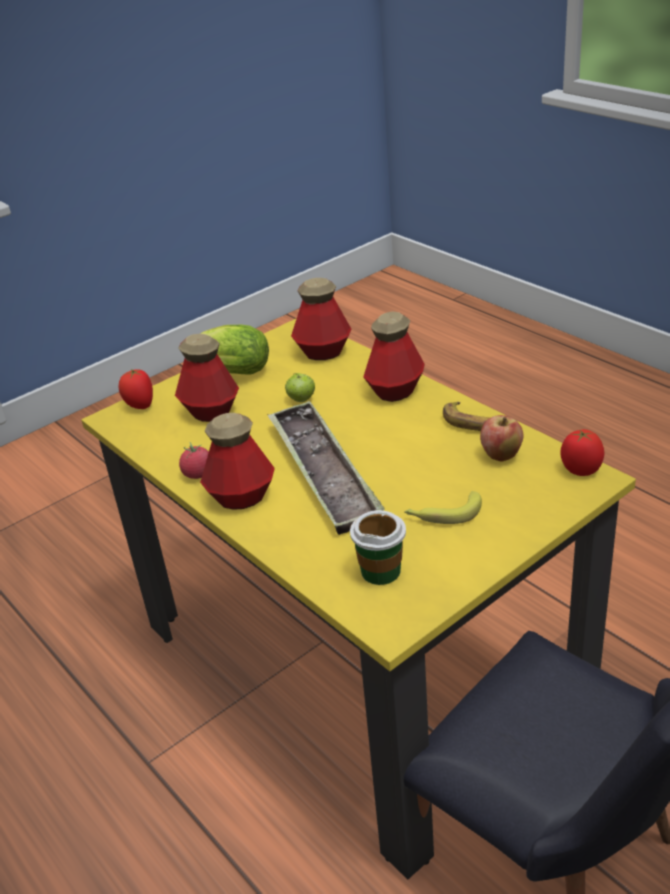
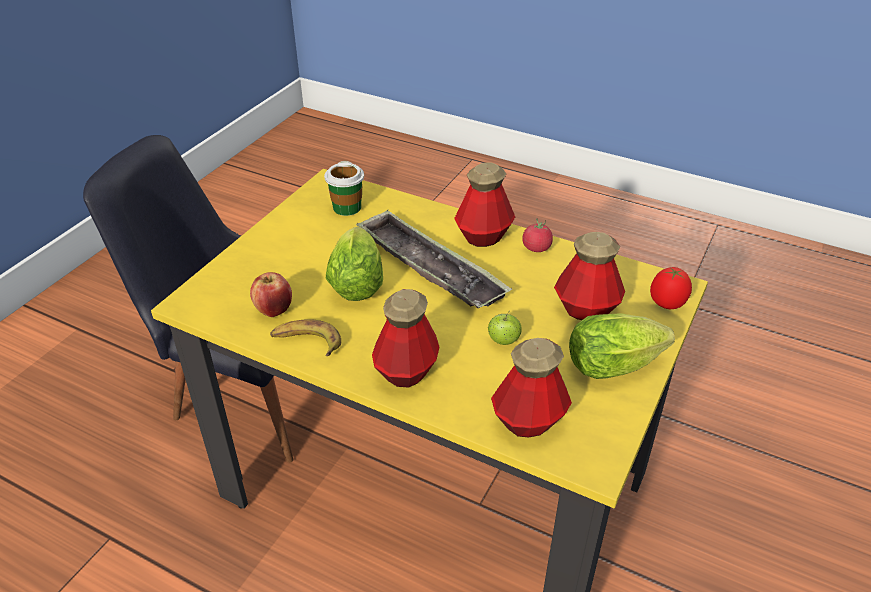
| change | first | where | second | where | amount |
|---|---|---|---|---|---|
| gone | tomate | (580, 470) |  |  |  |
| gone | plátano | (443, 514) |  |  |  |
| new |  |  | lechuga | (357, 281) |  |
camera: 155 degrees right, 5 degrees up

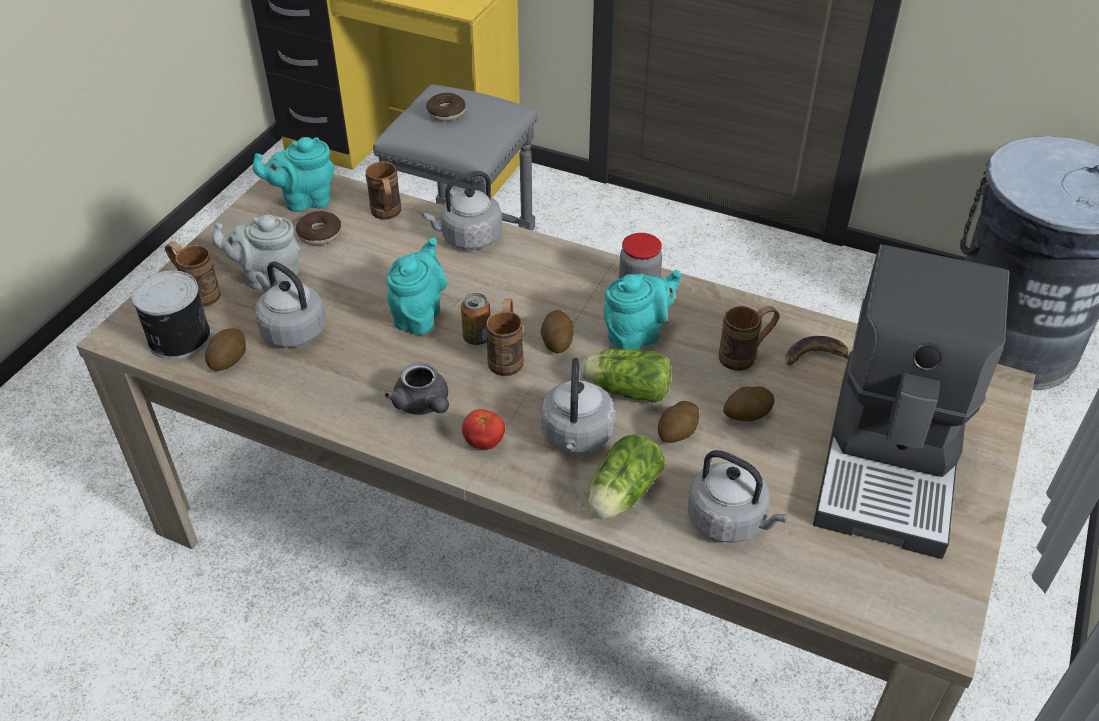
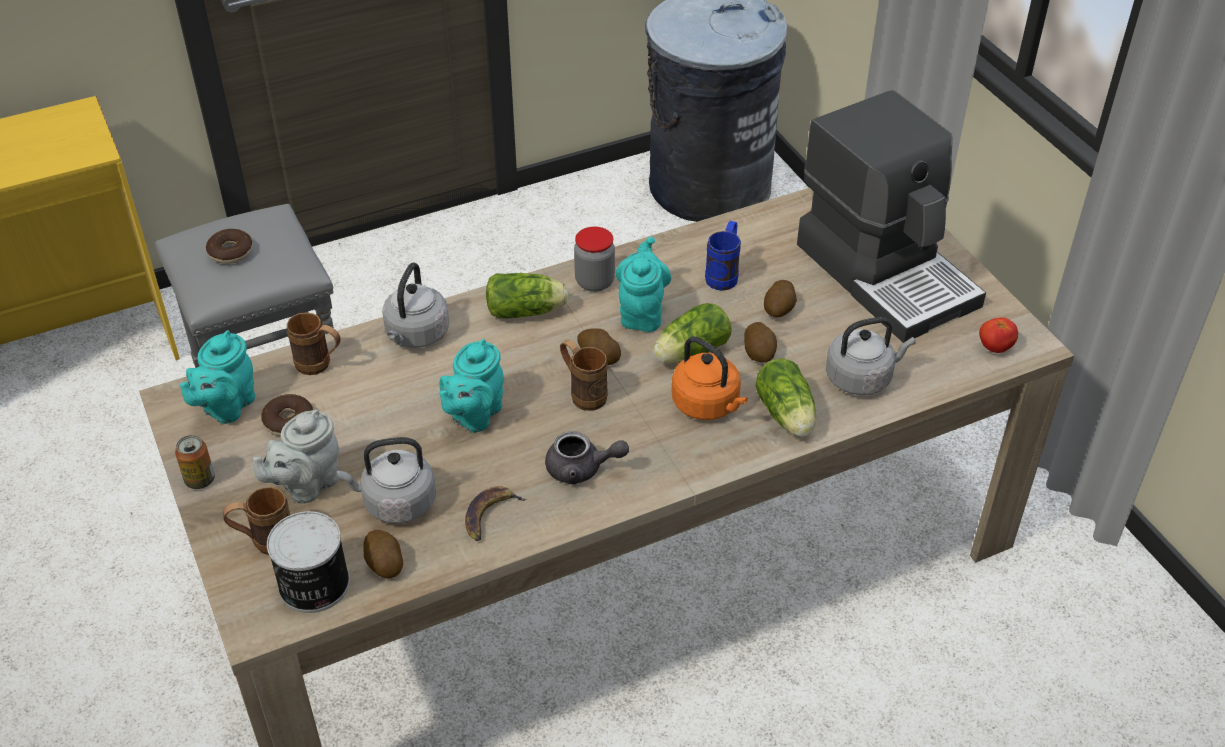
| change | first | where | second | where | amount |
|---|---|---|---|---|---|
| rotated | tetera/turquesa | (419, 314) |  | (474, 415) | 120 degrees counterclockwise |
| shifted | lata | (477, 337) |  | (200, 480) |  |
| repainted | taza grande/marrón | (745, 356) | taza grande/azul | (724, 274) |  |
| shifted | plátano | (816, 357) |  | (490, 516) |  |
| repainted | hervidor/gris | (576, 437) | hervidor/naranja | (708, 405) |  |
| shifted | tomate | (484, 442) |  | (995, 347) |  |
| new |  |  | lechuga | (528, 311) |  |
camera: 50 degrees left, 0 degrees up

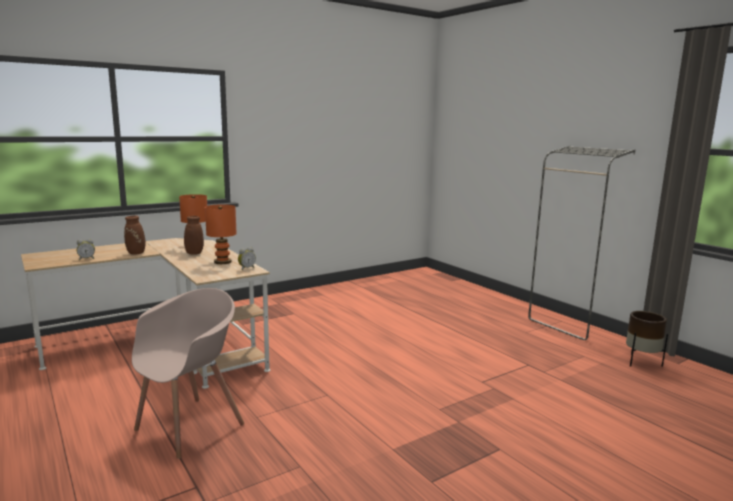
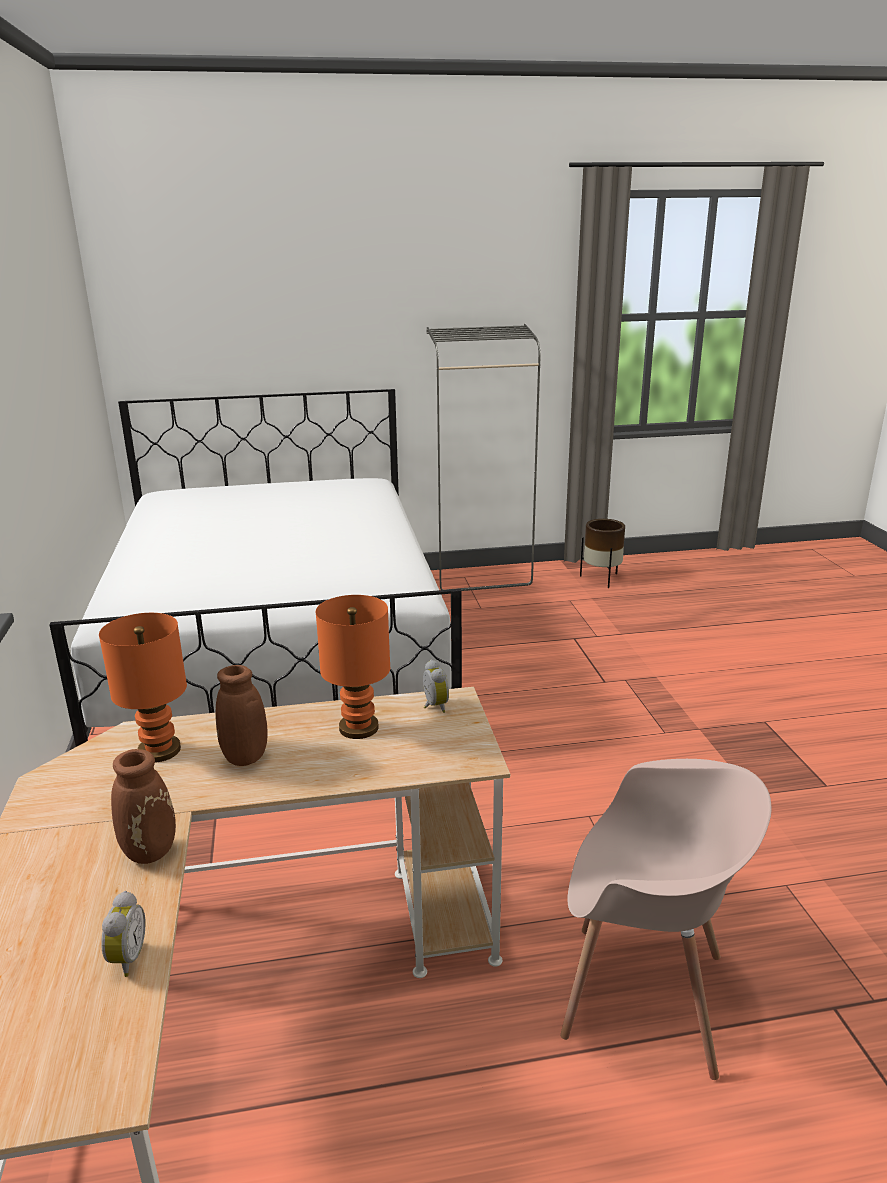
| change | first | where | second | where | amount |
|---|---|---|---|---|---|
| rotated | silla/beis | (191, 426) |  | (646, 998) | 135 degrees clockwise |
| new |  |  | cama/blanco | (279, 658) |  |
camera: 65 degrees left, 10 degrees up

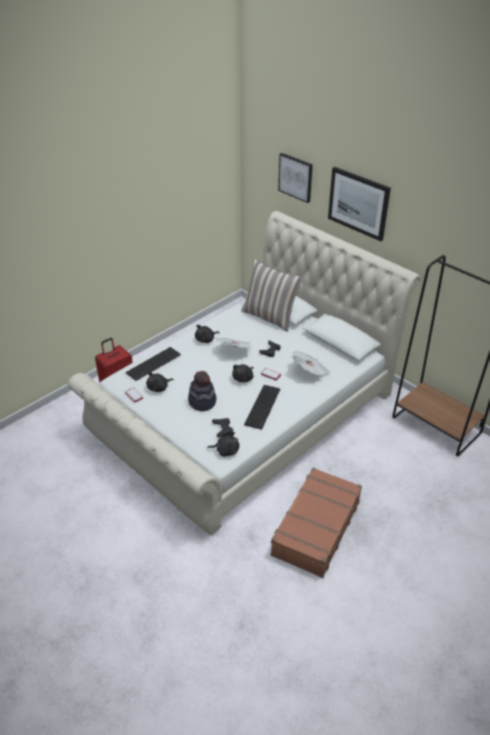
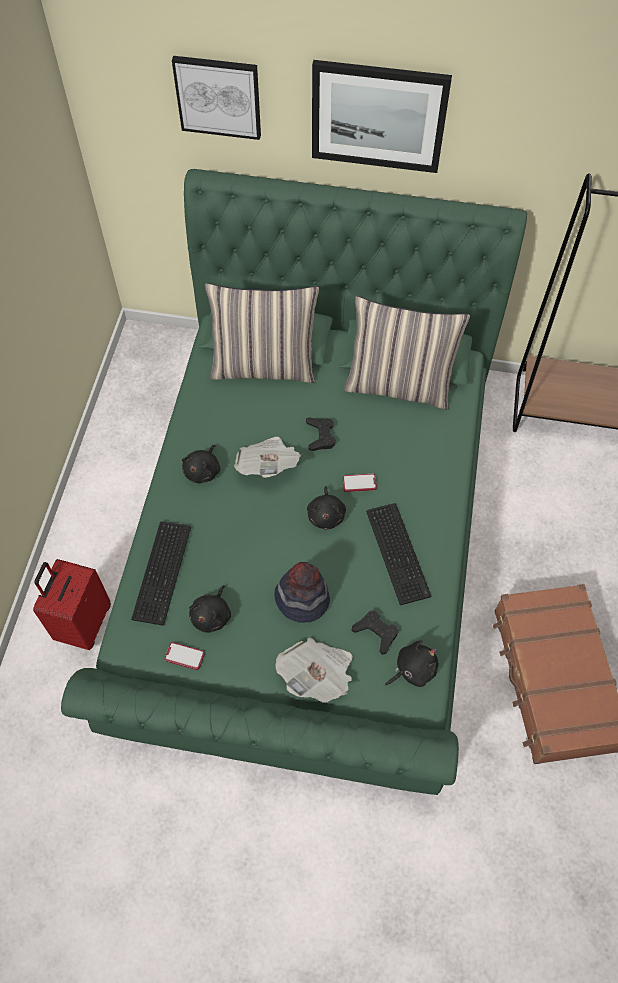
| change | first | where | second | where | amount |
|---|---|---|---|---|---|
| repainted | cama/beis | (244, 411) | cama/verde | (308, 541) |  |
| shifted | periódico | (310, 371) |  | (317, 675) |  |
| new |  |  | cojín | (399, 385) |  |
camera: 35 degrees left, 20 degrees up

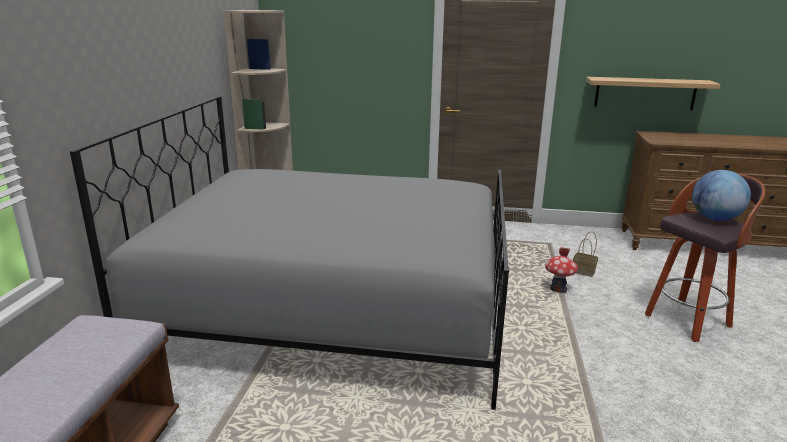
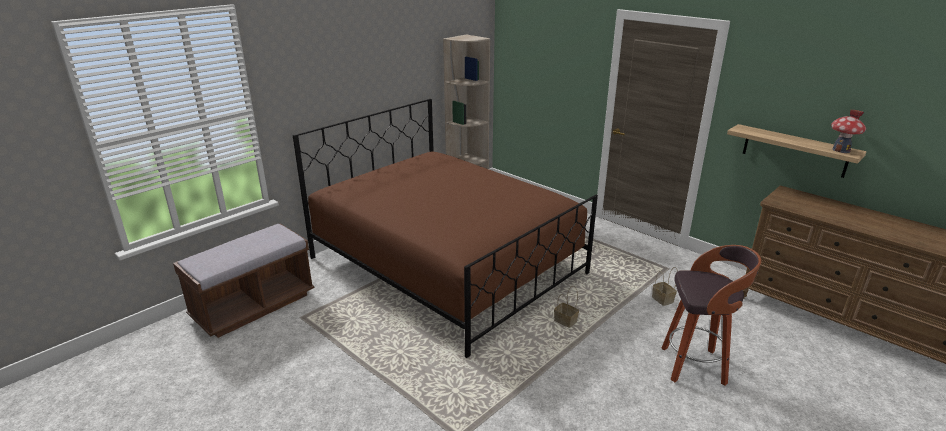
| change | first | where | second | where | amount |
|---|---|---|---|---|---|
| repainted | cama/gris | (332, 310) | cama/marrón | (446, 265) |  |
| gone | globo terráqueo | (715, 219) |  |  |  |
| shifted | casita | (558, 289) |  | (841, 150) |  |
| new |  |  | cesta | (566, 321) |  |
camera: 35 degrees right, 5 degrees up

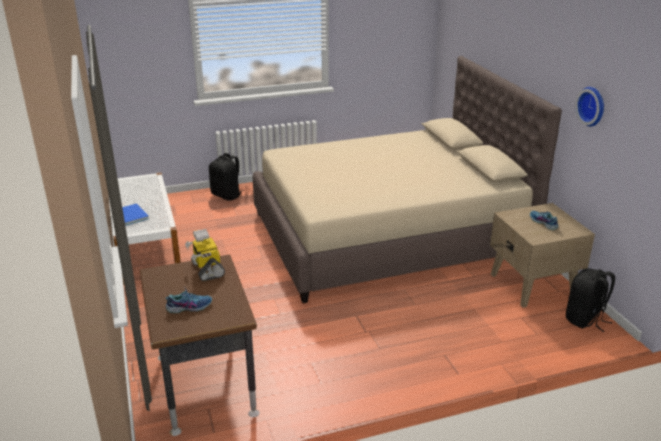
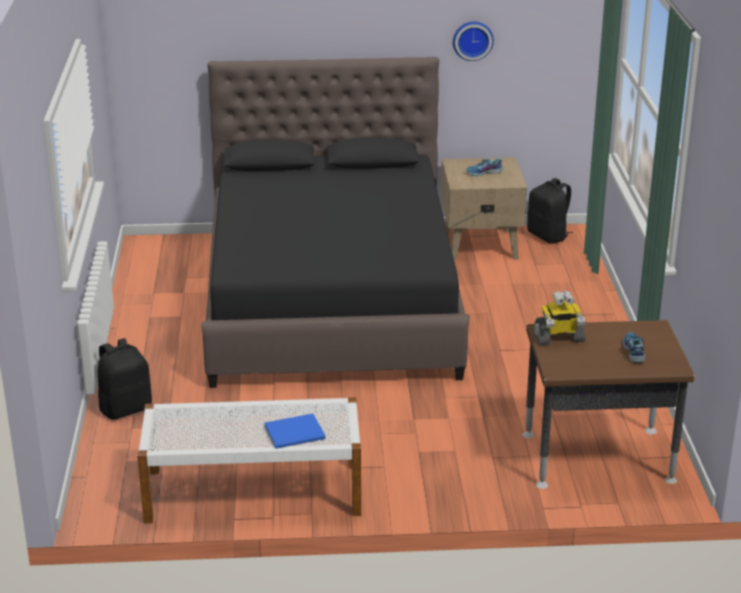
| change | first | where | second | where | amount |
|---|---|---|---|---|---|
| repainted | cama/beis | (388, 235) | cama/negro | (331, 301) |  |
camera: 75 degrees left, 0 degrees up

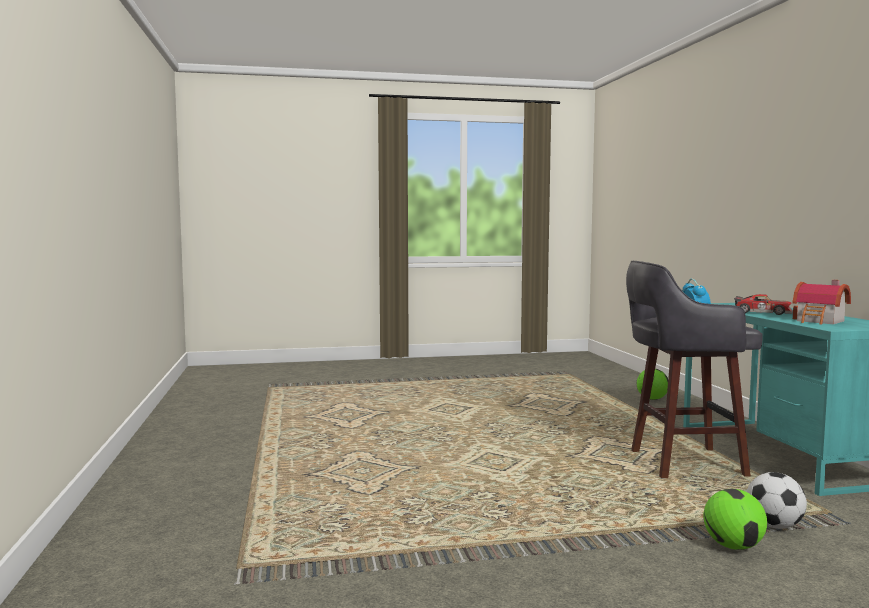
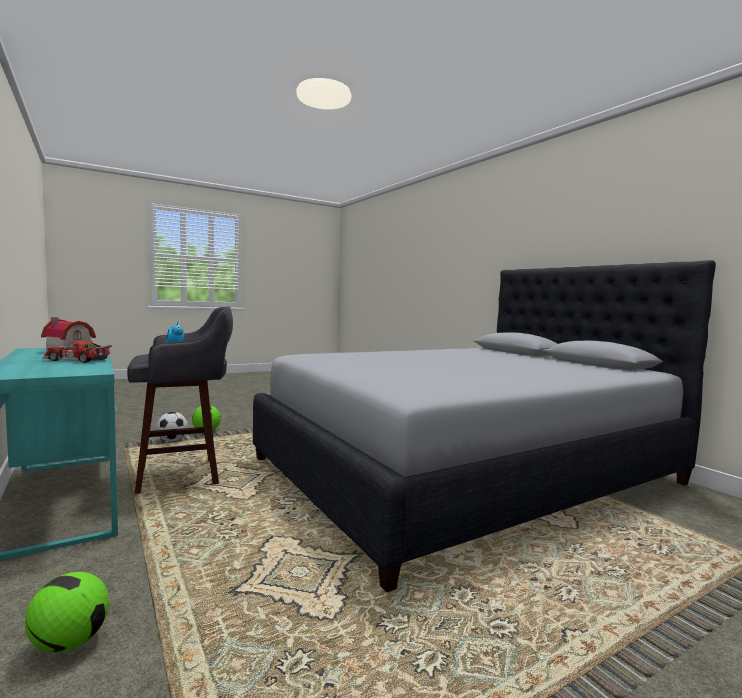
| change | first | where | second | where | amount |
|---|---|---|---|---|---|
| new |  |  | cama/gris | (467, 471) |  |
camera: 160 degrees right, 0 degrees up

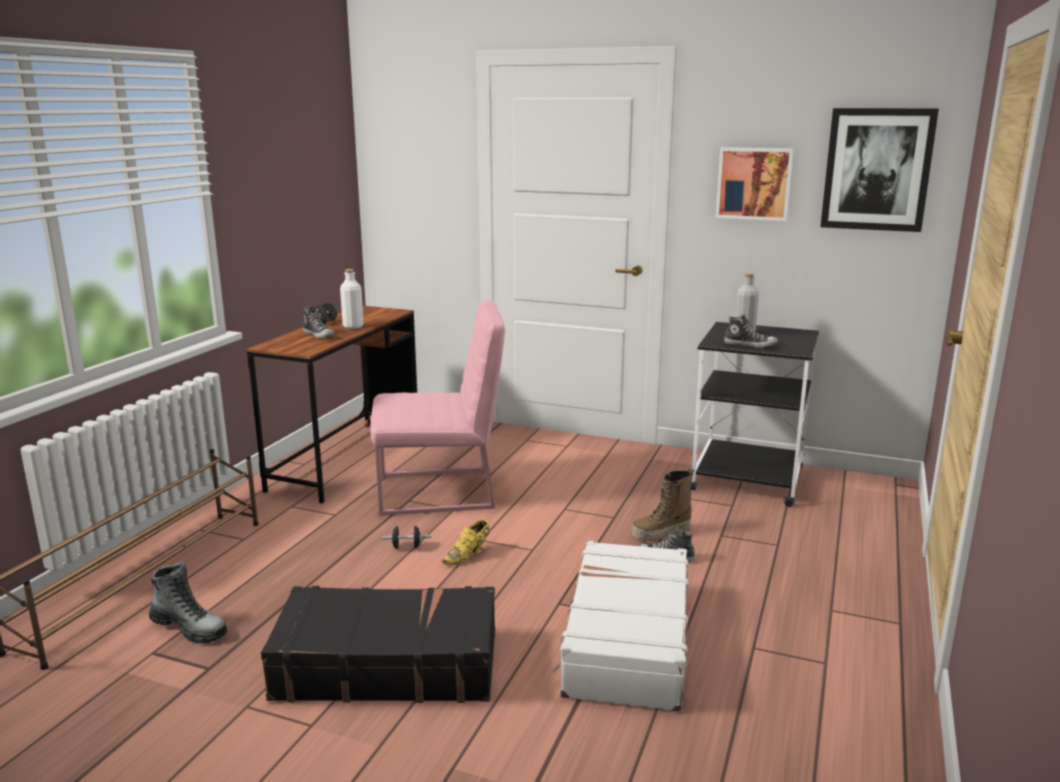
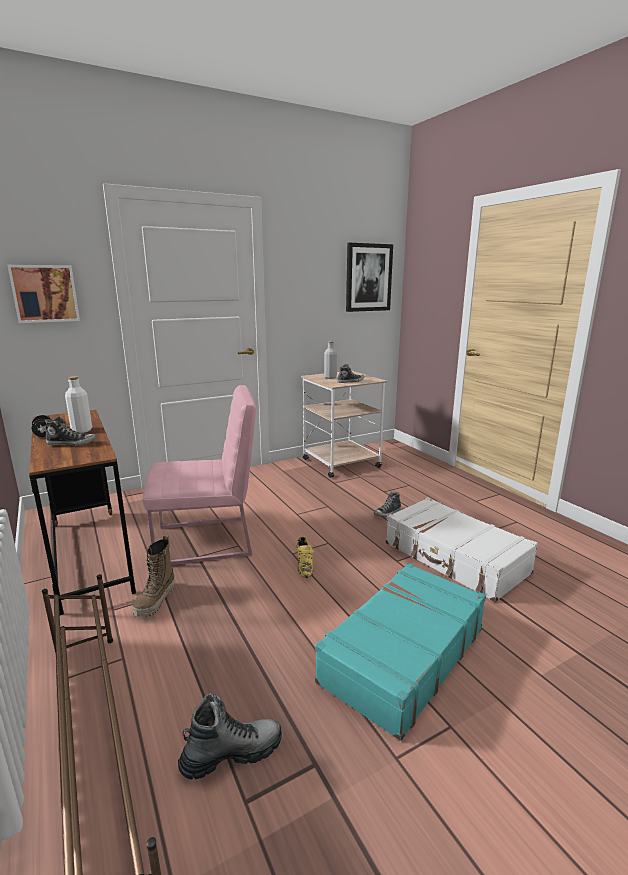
| change | first | where | second | where | amount |
|---|---|---|---|---|---|
| shifted | cuadro | (754, 183) |  | (45, 293) |  |
| rotated | silla/rosa | (440, 491) |  | (207, 540) | 45 degrees clockwise |
| repainted | carrito/negro | (749, 479) | carrito/beis | (342, 462) |  |
| shifted | bota | (661, 533) |  | (156, 601) |  |
| gone | mancuerna/negro | (406, 547) |  |  |  |
| repainted | maleta/negro | (387, 664) | maleta/turquesa | (402, 654) |  |
camera: 50 degrees left, 0 degrees up

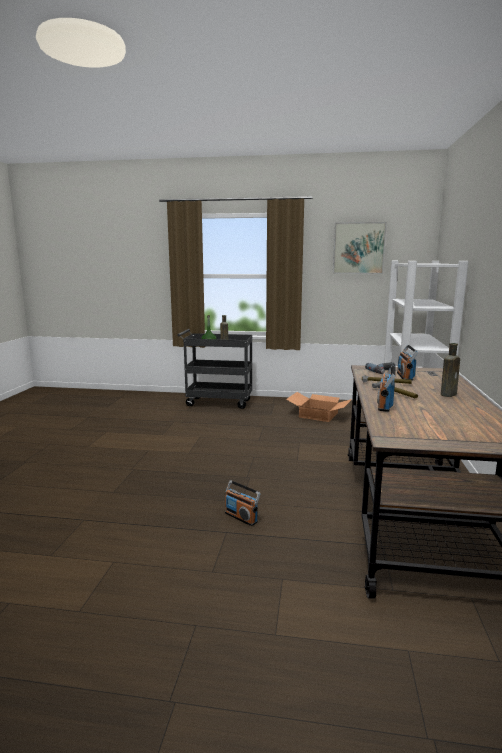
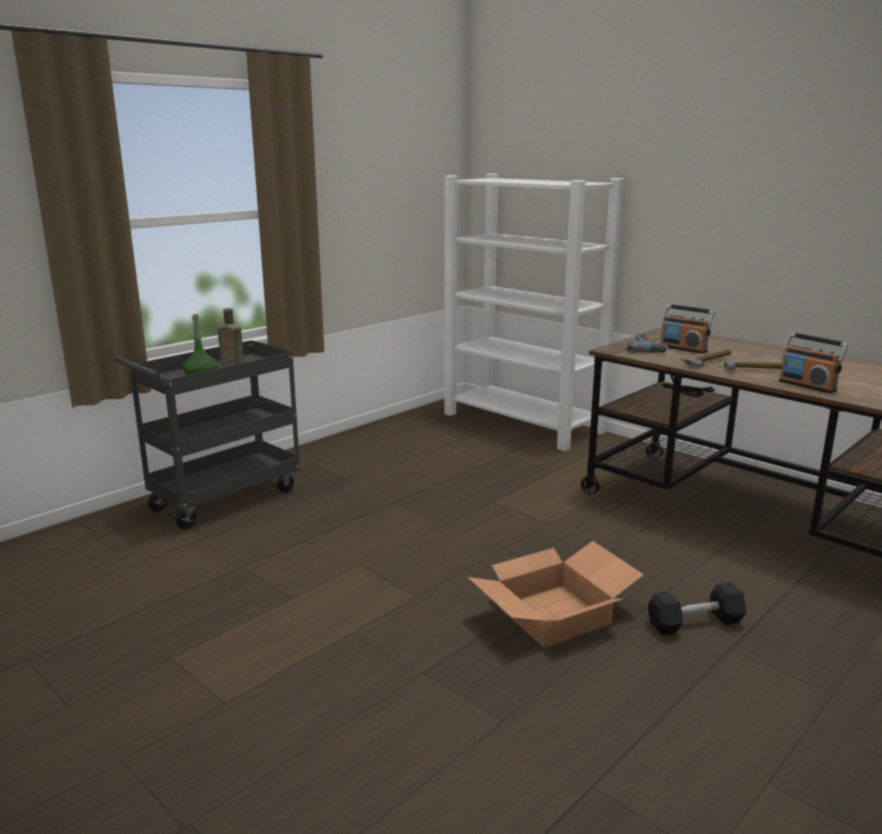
| change | first | where | second | where | amount |
|---|---|---|---|---|---|
| gone | cuadro | (358, 248) |  |  |  |
| gone | botella/marrón | (449, 394) |  |  |  |
| shifted | caja de cartón | (319, 415) |  | (554, 613) |  |
| swapped | radio | (241, 517) | mancuerna/negro | (694, 623) |  |
camera: 55 degrees left, 5 degrees up

